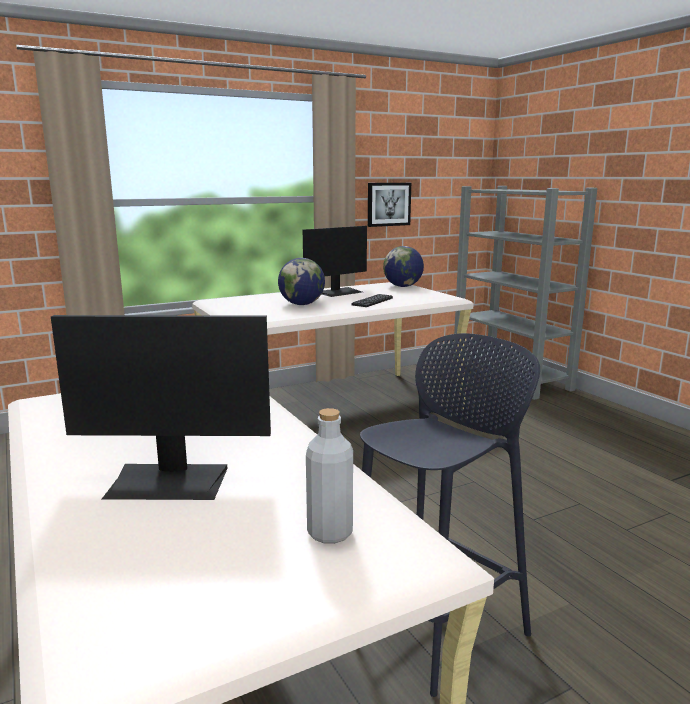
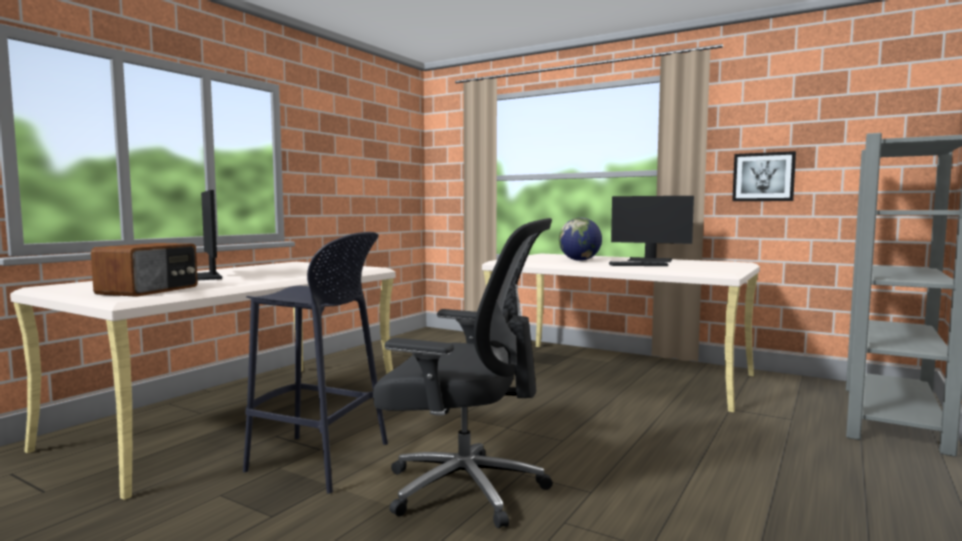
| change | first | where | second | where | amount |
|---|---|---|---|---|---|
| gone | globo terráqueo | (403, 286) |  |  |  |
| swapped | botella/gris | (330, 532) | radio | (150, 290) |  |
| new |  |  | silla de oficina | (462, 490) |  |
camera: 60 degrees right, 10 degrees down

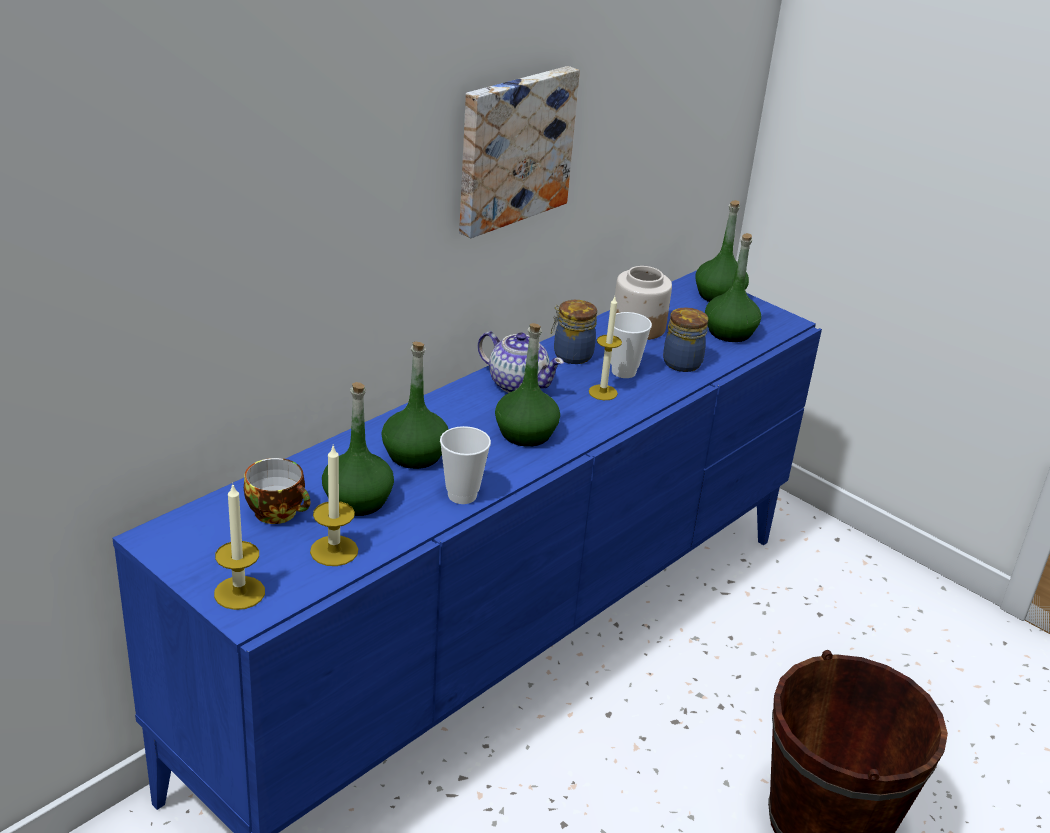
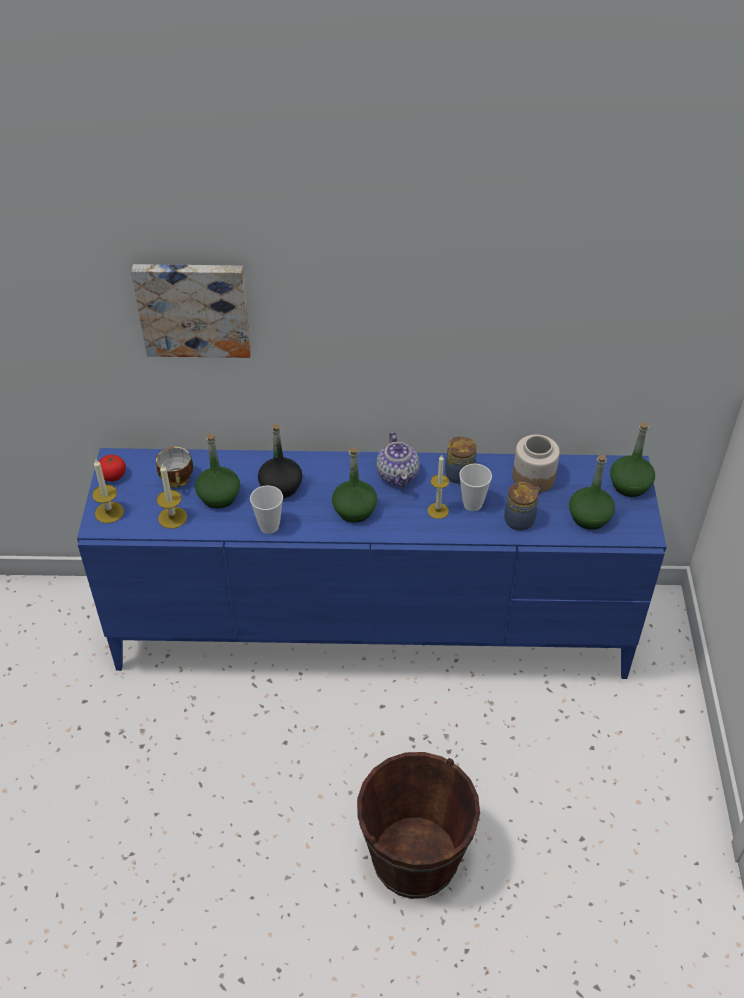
| change | first | where | second | where | amount |
|---|---|---|---|---|---|
| shifted | cuadro | (513, 148) |  | (194, 308) |  |
| repainted | botella/verde | (414, 454) | botella/negro | (281, 487) |  |
| new |  |  | tomate | (113, 476) |  |
camera: 50 degrees right, 15 degrees up

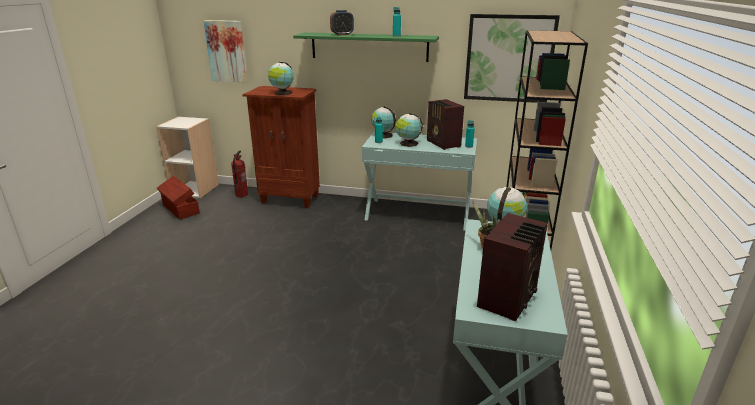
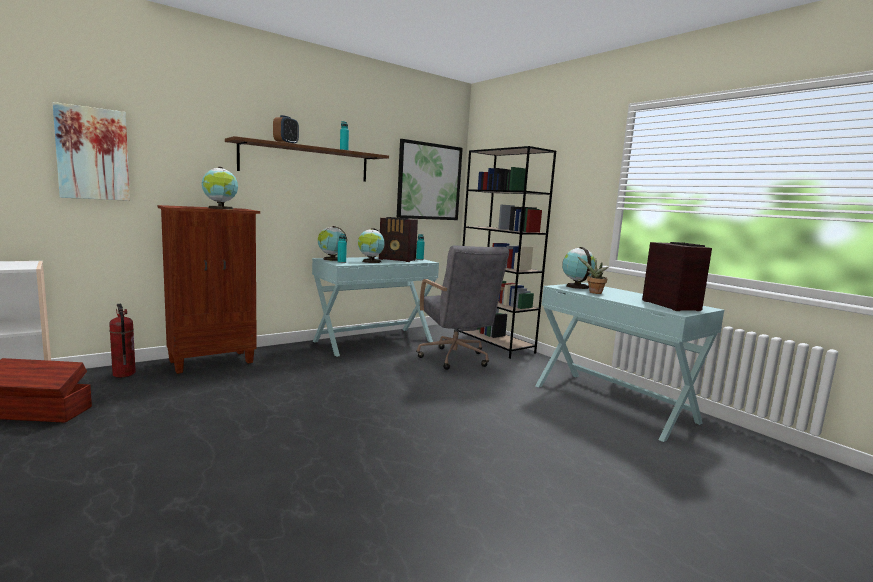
| change | first | where | second | where | amount |
|---|---|---|---|---|---|
| repainted | estante/verde | (369, 47) | estante/marrón | (306, 162) |  |
| new |  |  | silla de oficina/gris | (455, 360) |  |
camera: 50 degrees left, 15 degrees down

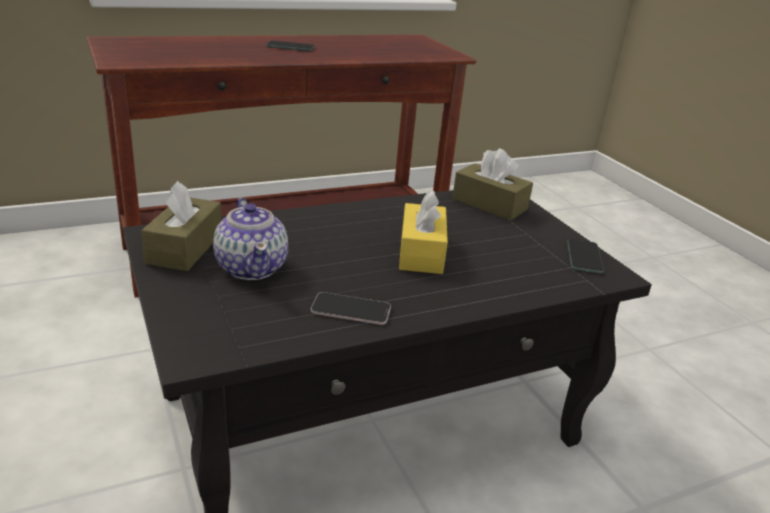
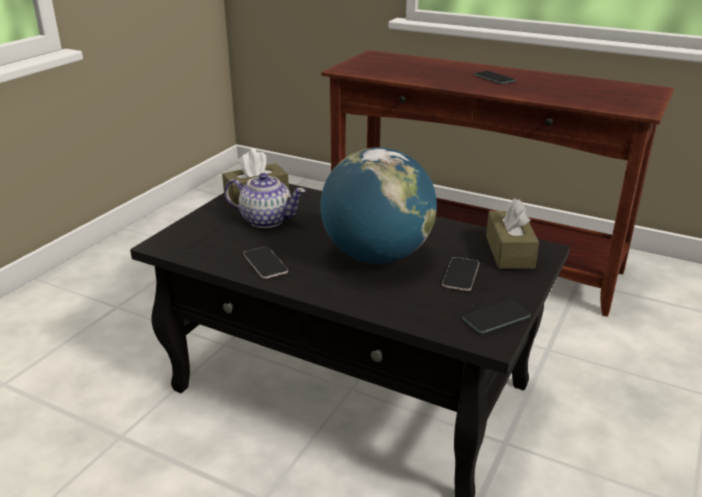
| change | first | where | second | where | amount |
|---|---|---|---|---|---|
| swapped | caja de pañuelos/amarillo | (421, 252) | globo terráqueo | (377, 256) |  |
| rotated | tetera | (252, 267) |  | (266, 220) | 105 degrees counterclockwise |
| new |  |  | móvil | (460, 274) |  |
camera: 55 degrees right, 0 degrees up

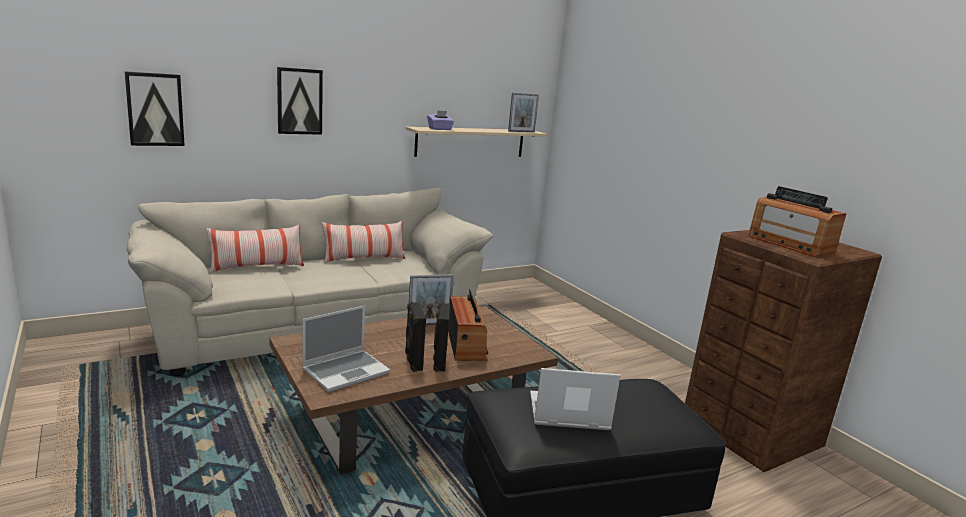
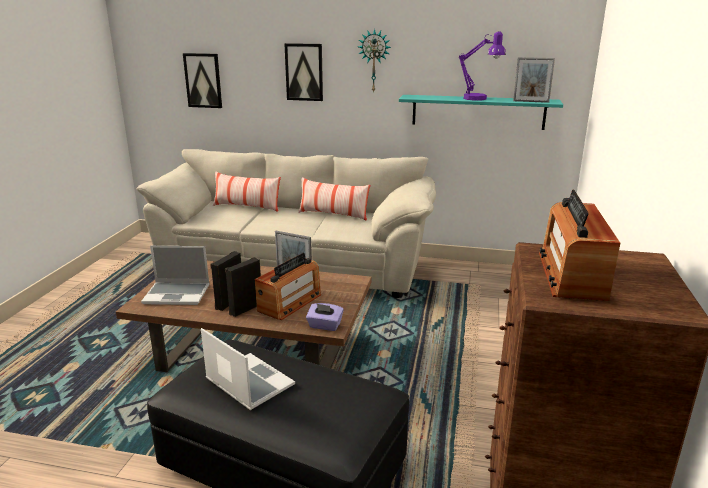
| change | first | where | second | where | amount |
|---|---|---|---|---|---|
| shifted | caja de pañuelos/morado | (440, 129) |  | (324, 326) |  |
| repainted | estante/beis | (471, 142) | estante/turquesa | (478, 112) |  |
| new |  |  | reloj de pared | (374, 61) |  |
| new |  |  | lámpara de mesa/morado | (480, 99) |  |
camera: 45 degrees right, 5 degrees up

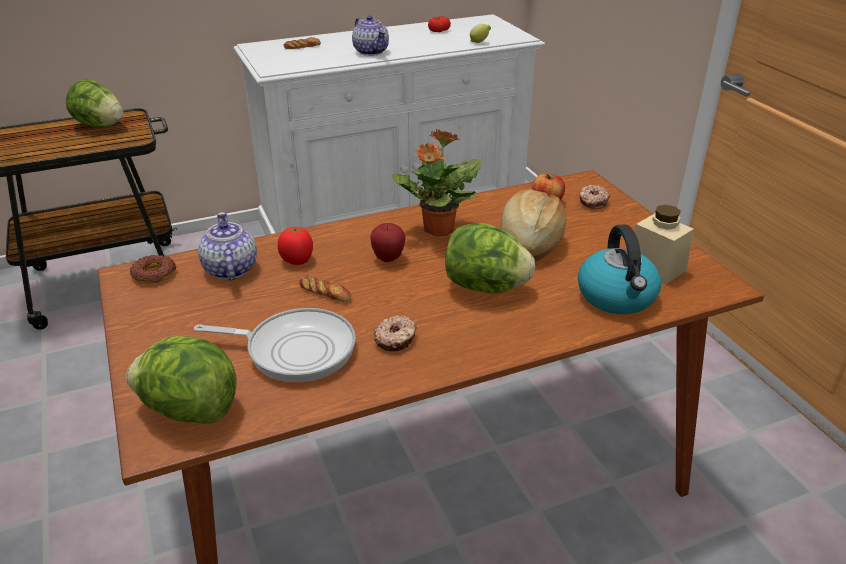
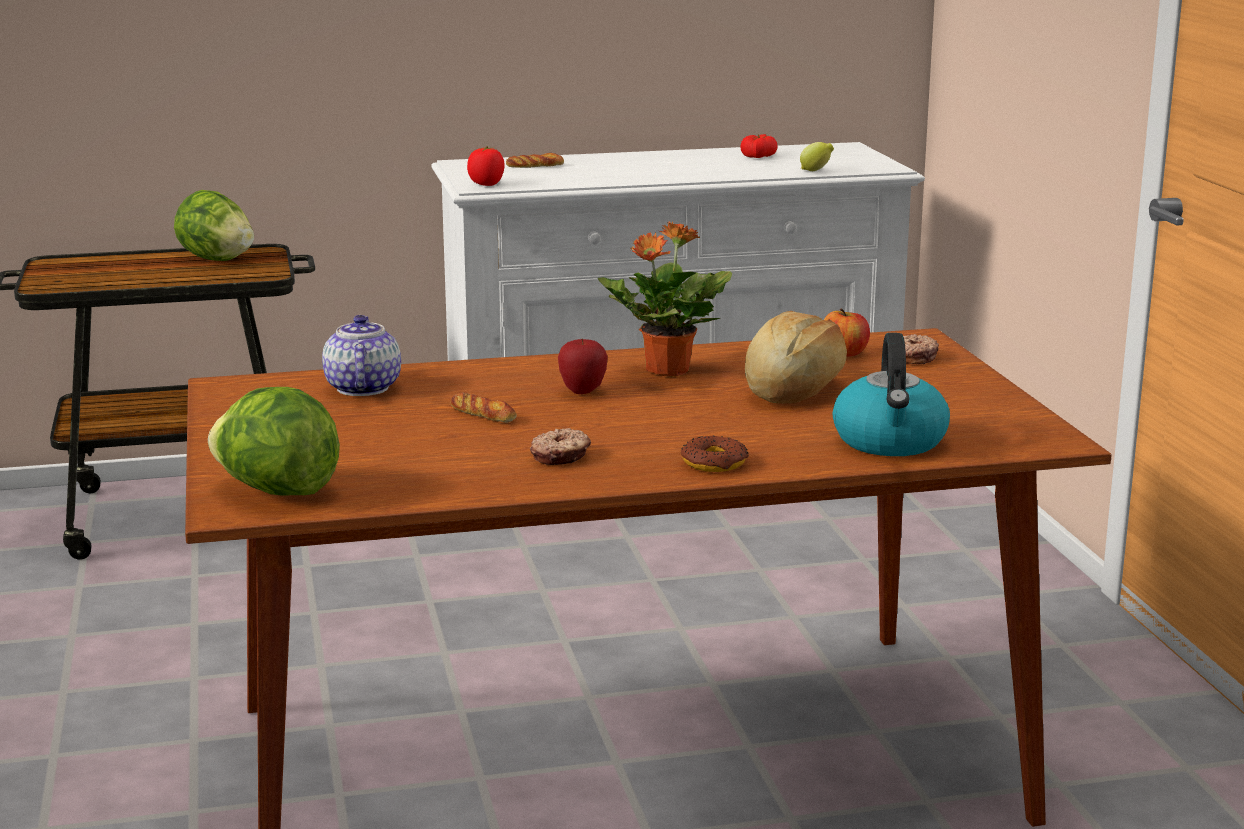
| change | first | where | second | where | amount |
|---|---|---|---|---|---|
| gone | tetera | (371, 51) |  |  |  |
| gone | tarro/beis | (656, 267) |  |  |  |
| gone | lechuga | (485, 287) |  |  |  |
| shifted | tomate | (297, 260) |  | (486, 184) |  |
| shifted | rosquilla | (154, 274) |  | (714, 463) |  |
| gone | sartén | (295, 350) |  |  |  |
camera: 10 degrees right, 15 degrees down

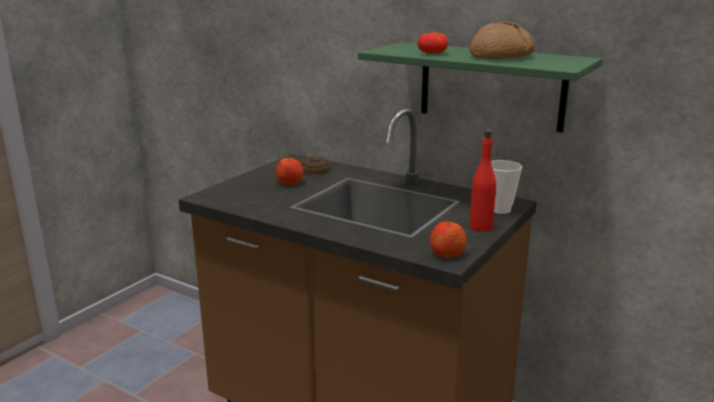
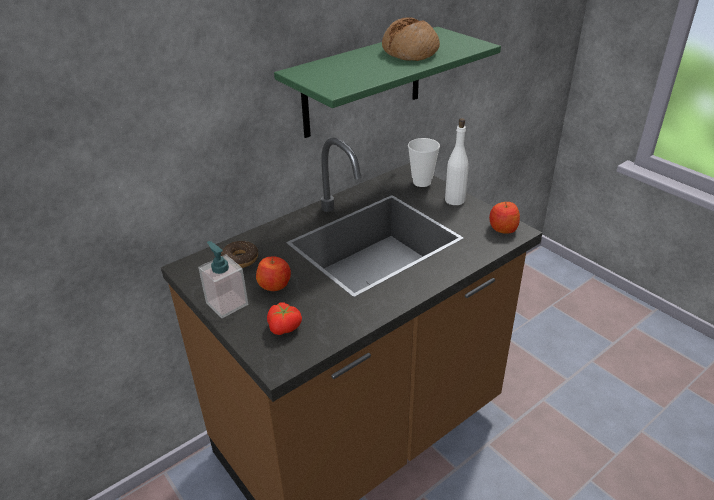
| change | first | where | second | where | amount |
|---|---|---|---|---|---|
| shifted | tomate | (433, 53) |  | (285, 327) |  |
| repainted | botella/rojo | (481, 227) | botella/blanco | (454, 200) |  |
| new |  |  | dispensador de jabón | (227, 303) |  |
camera: 70 degrees left, 15 degrees up

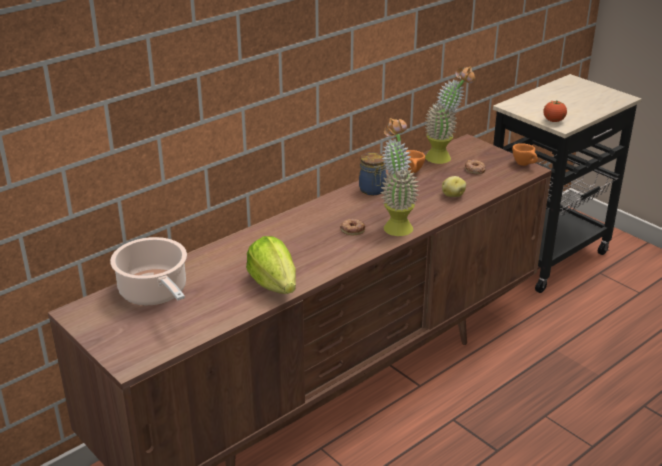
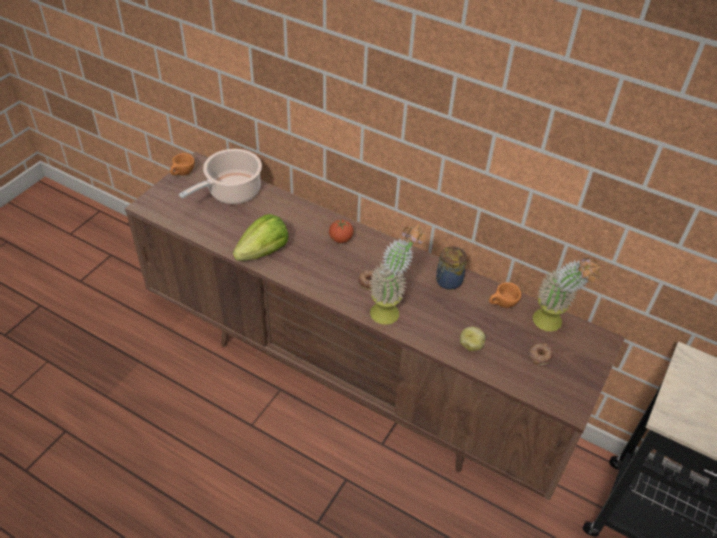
| change | first | where | second | where | amount |
|---|---|---|---|---|---|
| shifted | tomate | (553, 121) |  | (341, 239) |  |
| shifted | taza/naranja | (525, 165) |  | (183, 174) |  |
camera: 70 degrees right, 15 degrees up

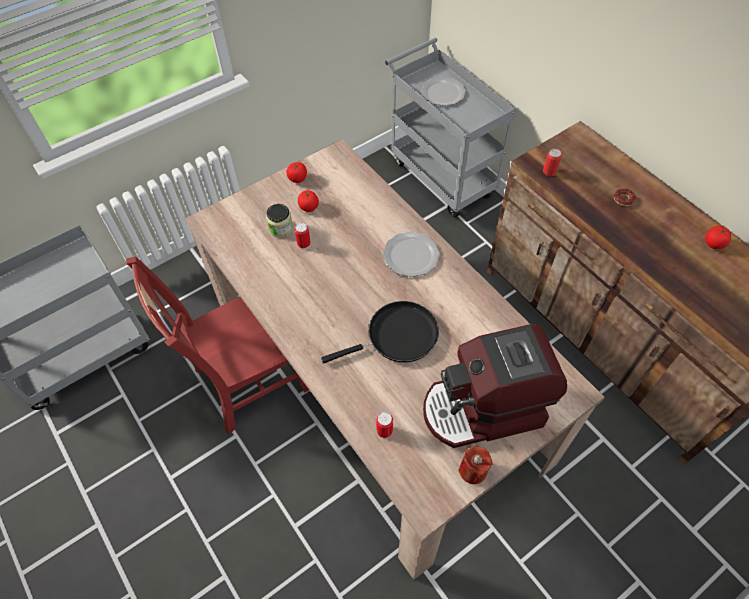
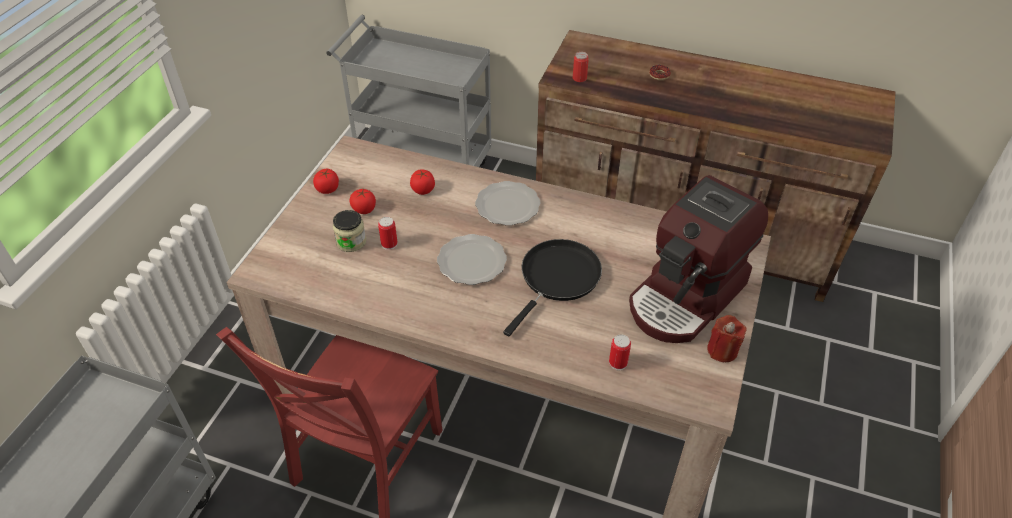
| change | first | where | second | where | amount |
|---|---|---|---|---|---|
| shifted | plato | (443, 93) |  | (472, 261) |  |
| shifted | tomate | (713, 243) |  | (423, 190) |  |
camera: 35 degrees left, 10 degrees down

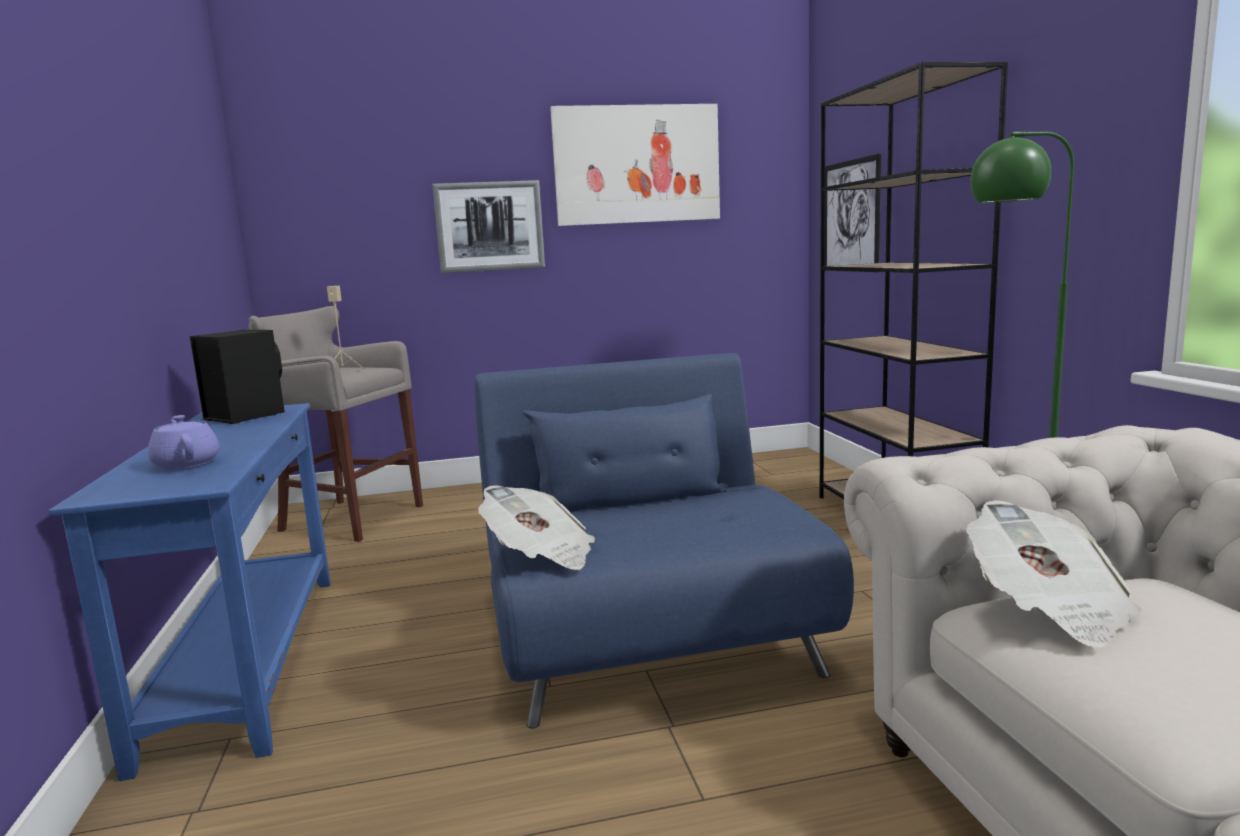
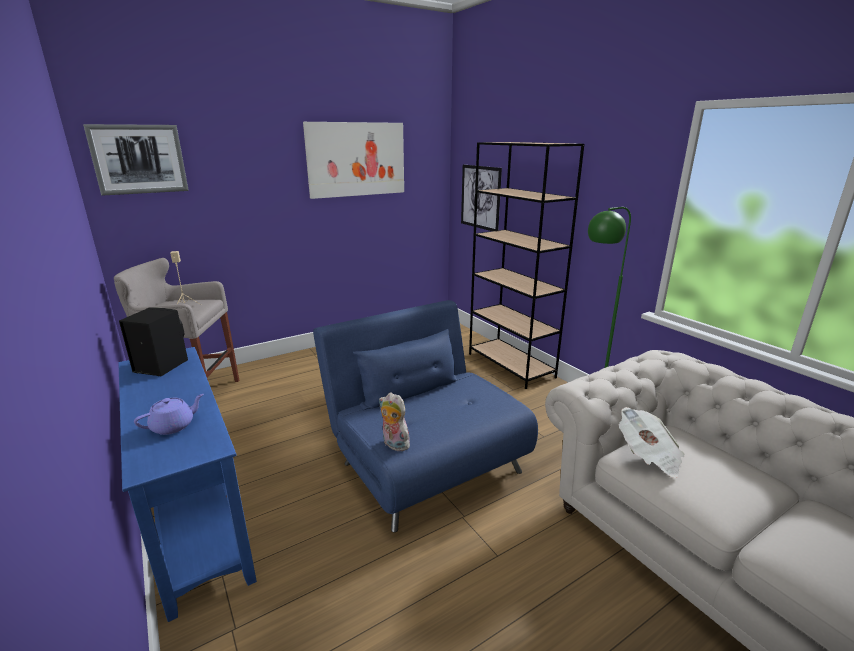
| change | first | where | second | where | amount |
|---|---|---|---|---|---|
| shifted | cuadro | (489, 226) |  | (139, 159) |  |
| rotated | tetera/morado | (186, 463) |  | (174, 426) | 105 degrees clockwise |
| swapped | periódico | (541, 555) | peluche | (393, 444) |  |
camera: 20 degrees left, 10 degrees up

